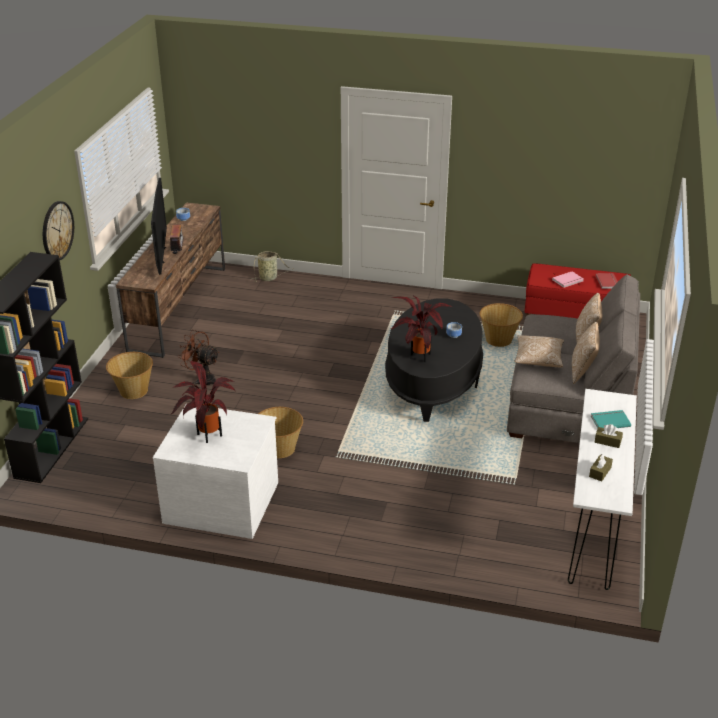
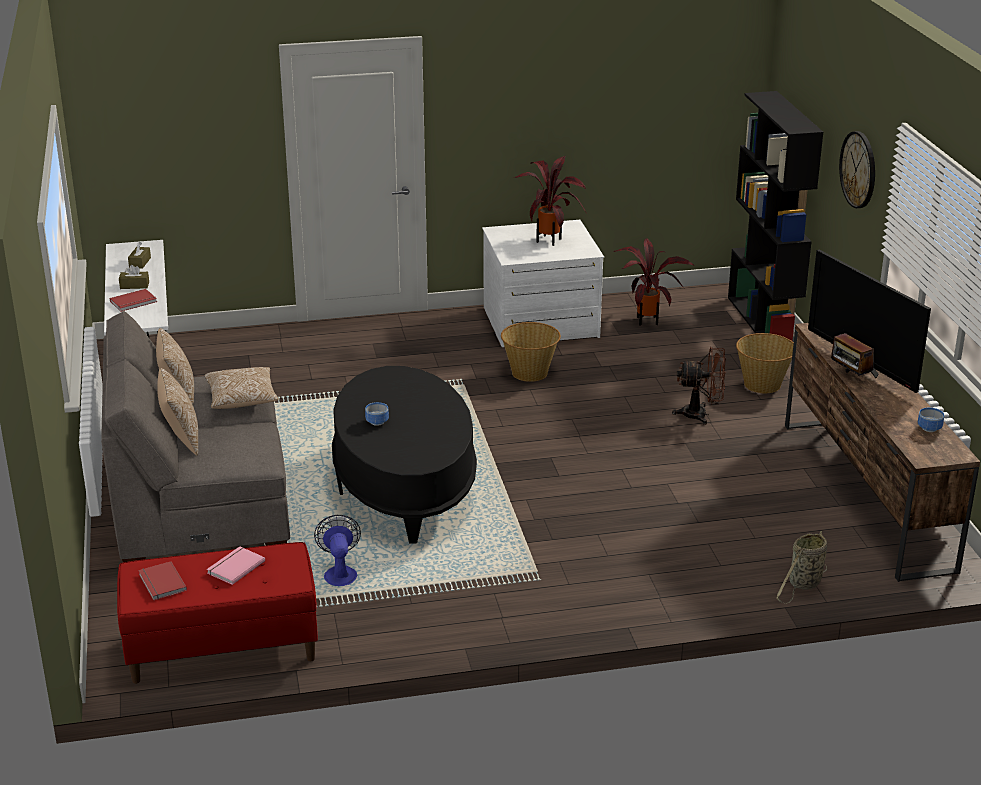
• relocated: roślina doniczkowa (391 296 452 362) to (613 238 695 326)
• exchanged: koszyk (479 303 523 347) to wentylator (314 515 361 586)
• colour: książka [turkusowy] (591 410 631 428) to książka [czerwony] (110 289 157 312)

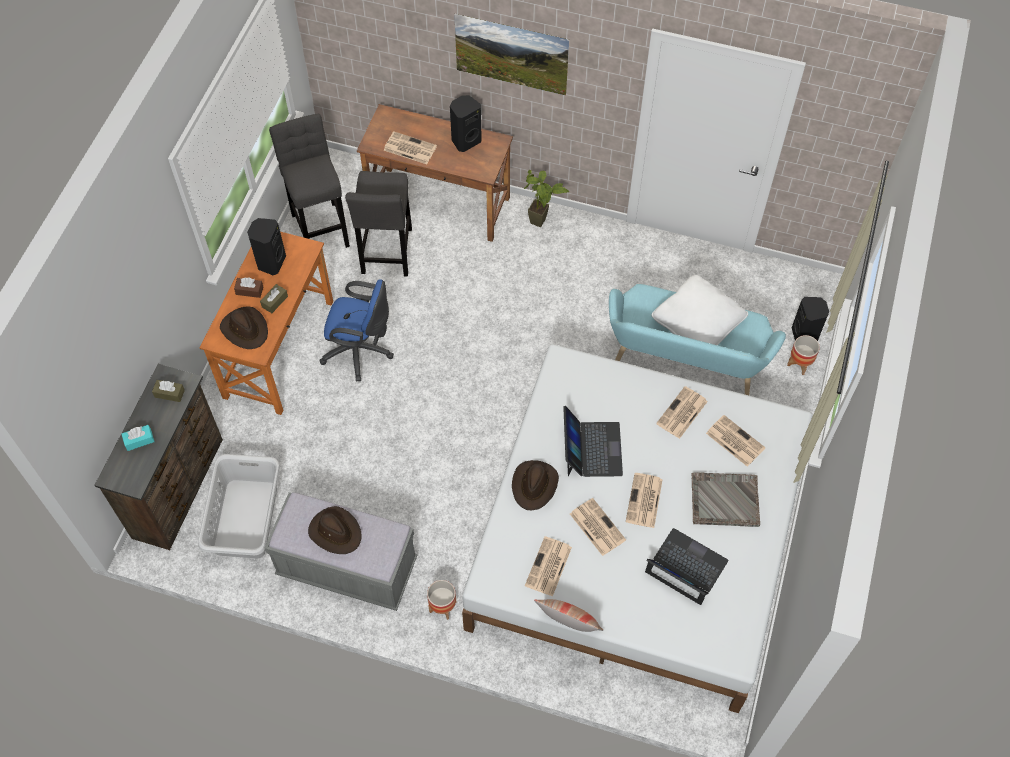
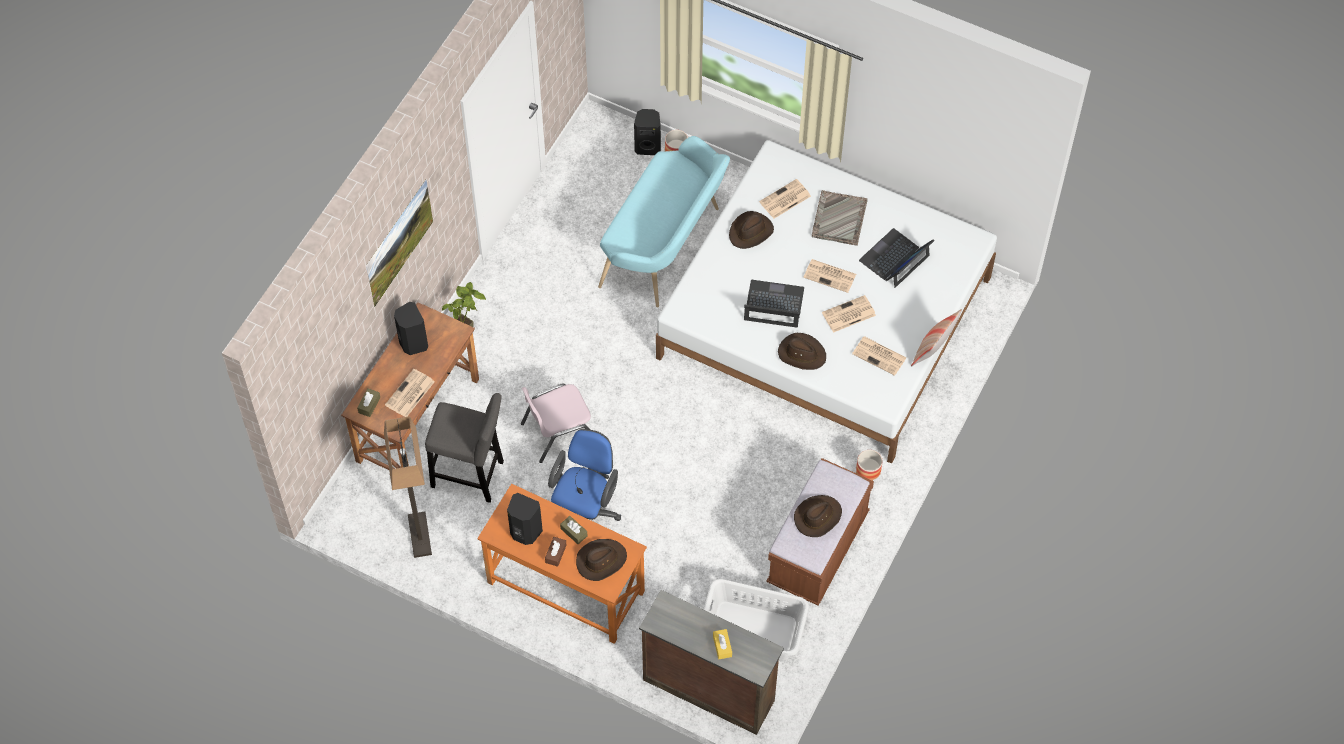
• missing: poduszka [biały] (652 275 748 345)
• appeared: krzesło [różowy] (521 384 591 463)
• relocated: pudełko chusteczek [brązowy] (152 380 185 402) to (357 388 380 417)
• exchanged: stołek [szary] (269 114 350 248) to lampa stojąca (384 416 432 558)
• exchanged: gazeta (656 386 708 439) to kapelusz [brązowy] (729 211 774 249)
• colour: pudełko chusteczek [turkusowy] (121 425 155 451) to pudełko chusteczek [żółty] (713 629 732 659)
• colour: ławka [szary] (265 492 417 611) to ławka [brązowy] (766 458 874 606)

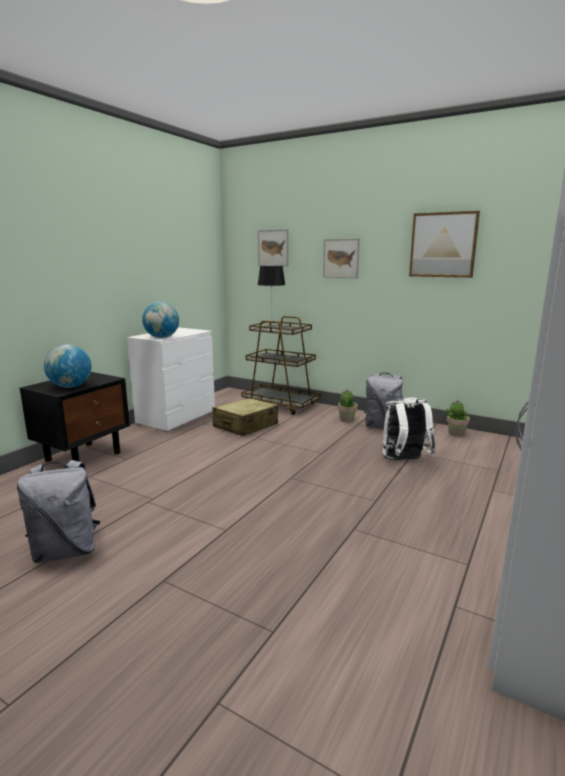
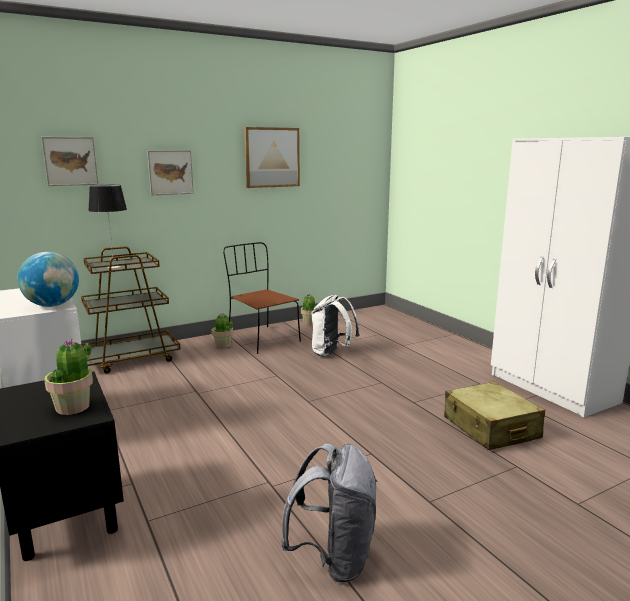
• relocated: walizka [beżowy] (212 398 278 436) to (444 382 545 450)
• exchanged: globus (44 344 91 388) to roślina doniczkowa (44 339 93 415)
• exchanged: plecak [szary] (364 373 403 429) to krzesło [brązowy] (223 242 301 354)

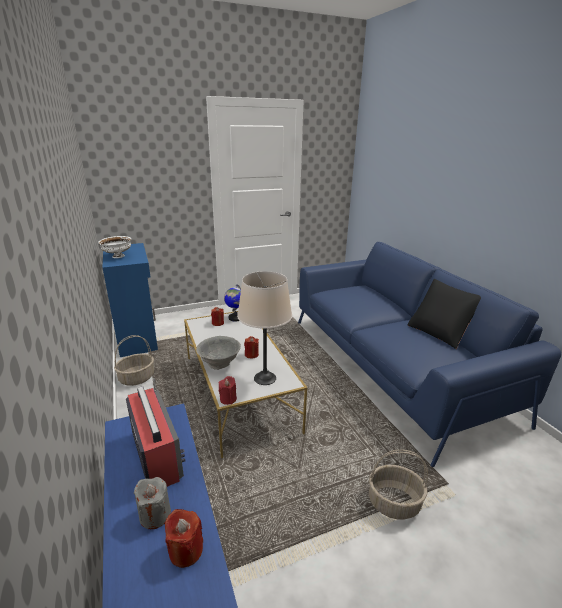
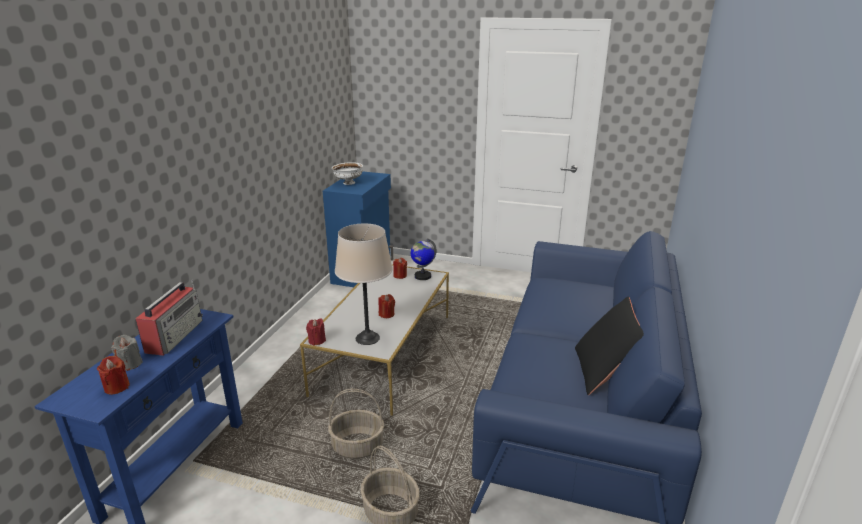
• missing: miska [szary] (196 336 241 370)
• relocated: koszyk (114 335 154 386) to (328 389 384 459)

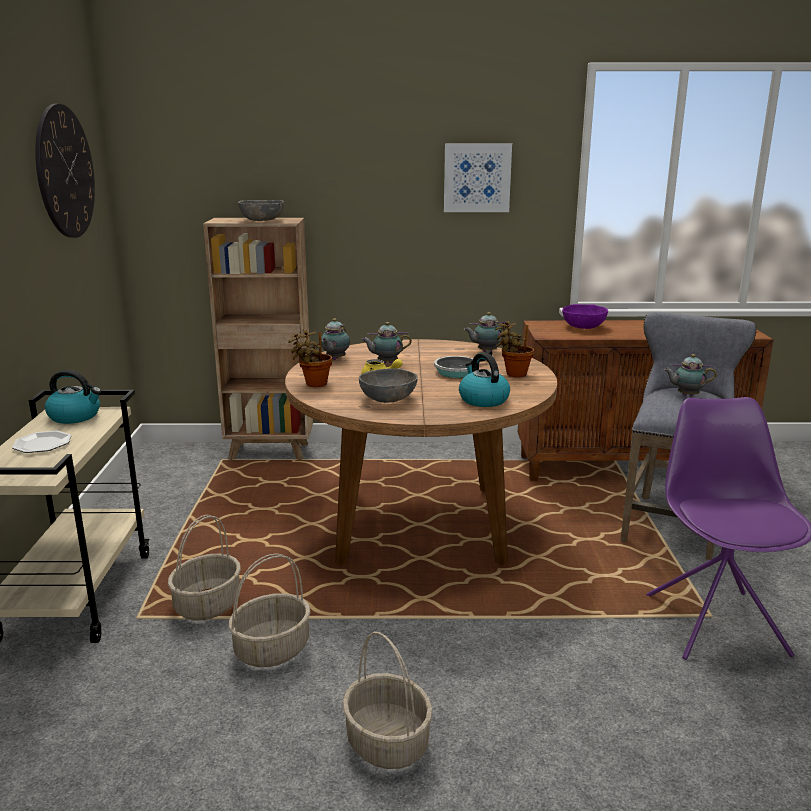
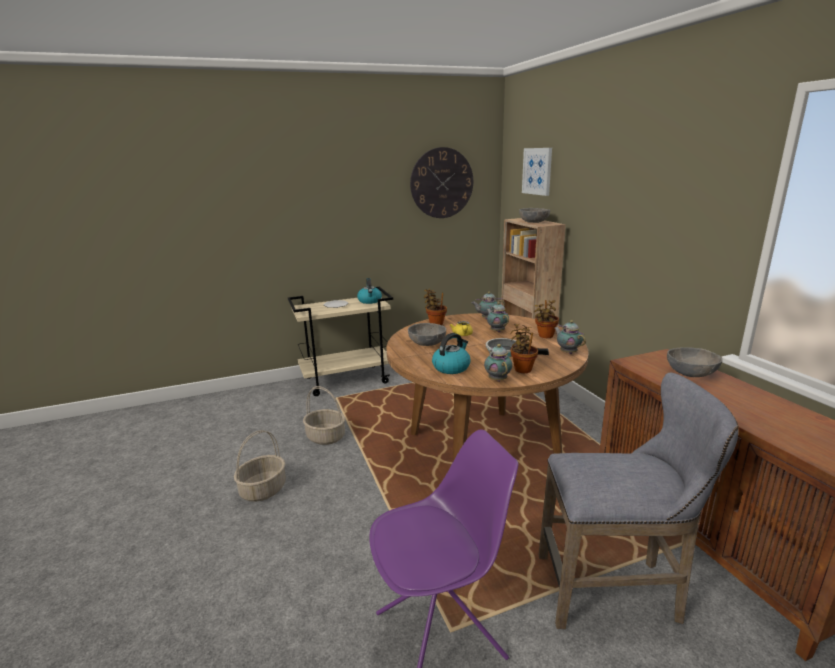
• missing: koszyk (168 515 241 621)
• appeared: roślina doniczkowa (534 300 559 338)
• relocated: obraz (444 143 512 212) to (522 148 552 196)
• relocated: imbryk (664 354 717 396) to (484 344 512 382)
• colour: miska [fioletowy] (562 304 608 329) to miska [szary] (667 347 723 377)

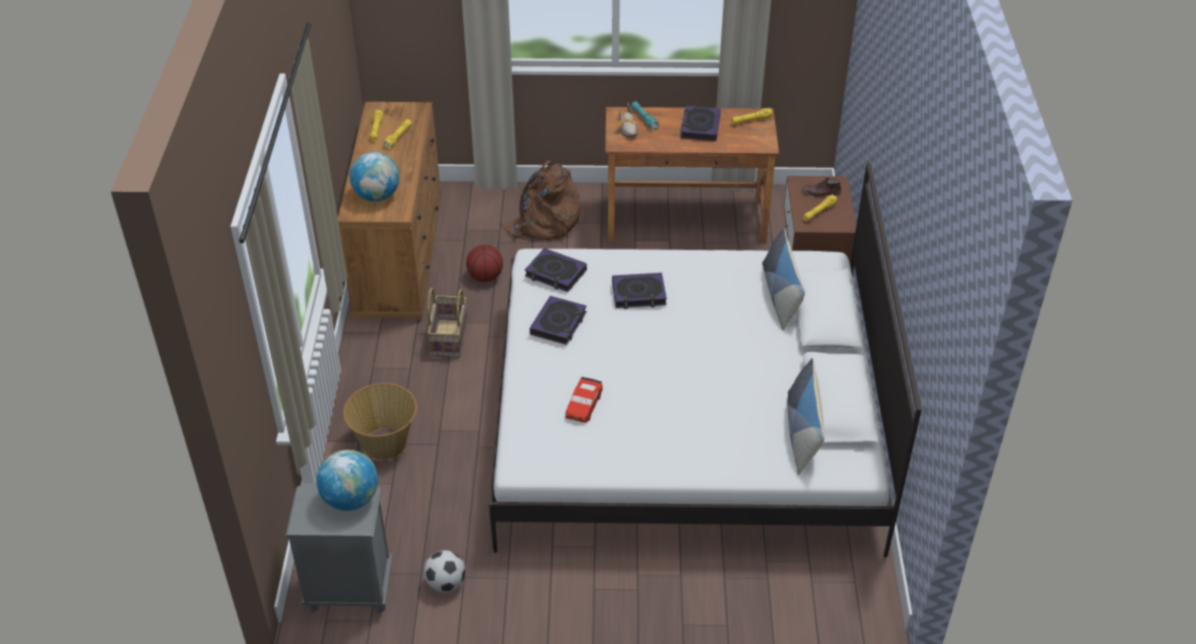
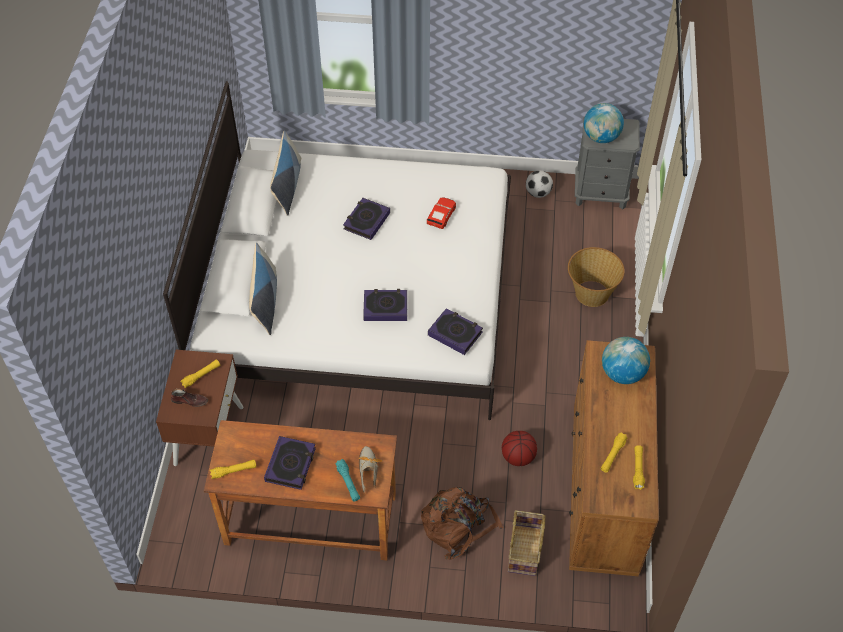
• relocated: koszyk (427 288 467 358) to (508 510 546 576)
• relocated: książka (530 296 587 345) to (343 198 390 240)

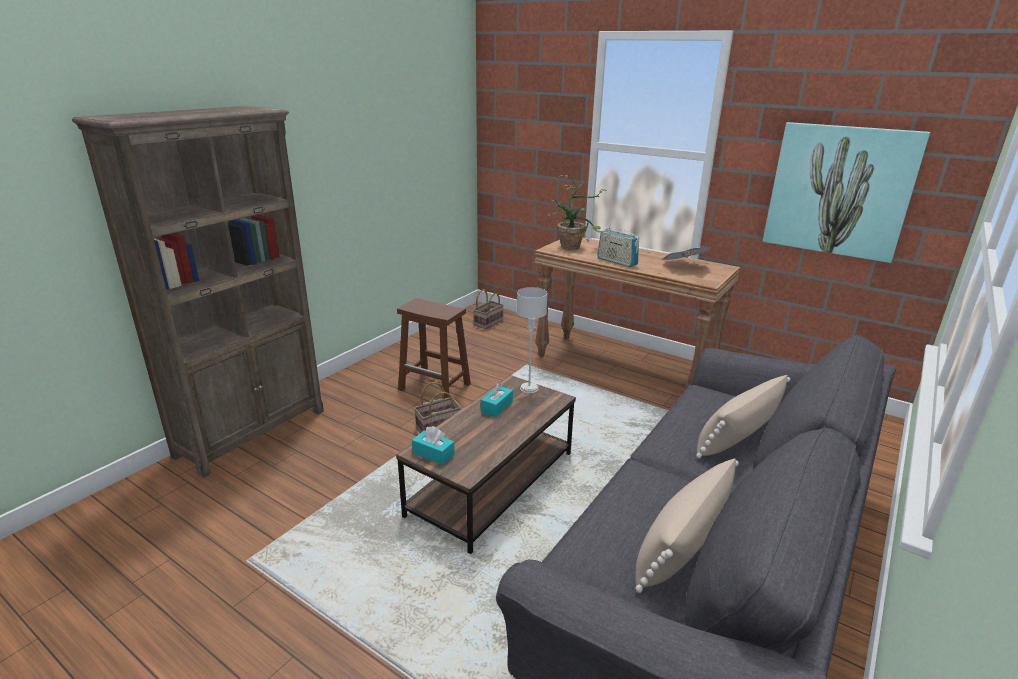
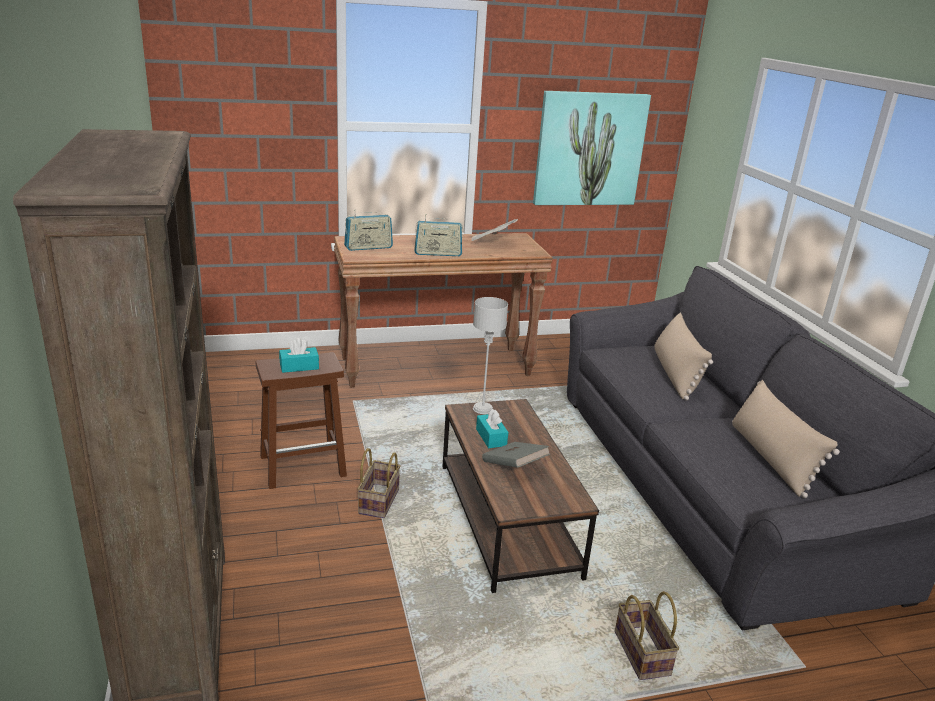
• appeared: książka [szary] (482 442 550 468)
• relocated: pudełko chusteczek [turkusowy] (412 426 455 465) to (279 338 319 373)
• relocated: koszyk (473 289 504 329) to (615 591 679 680)
• exchanged: roślina doniczkowa (548 175 606 250) to radio (344 212 393 251)

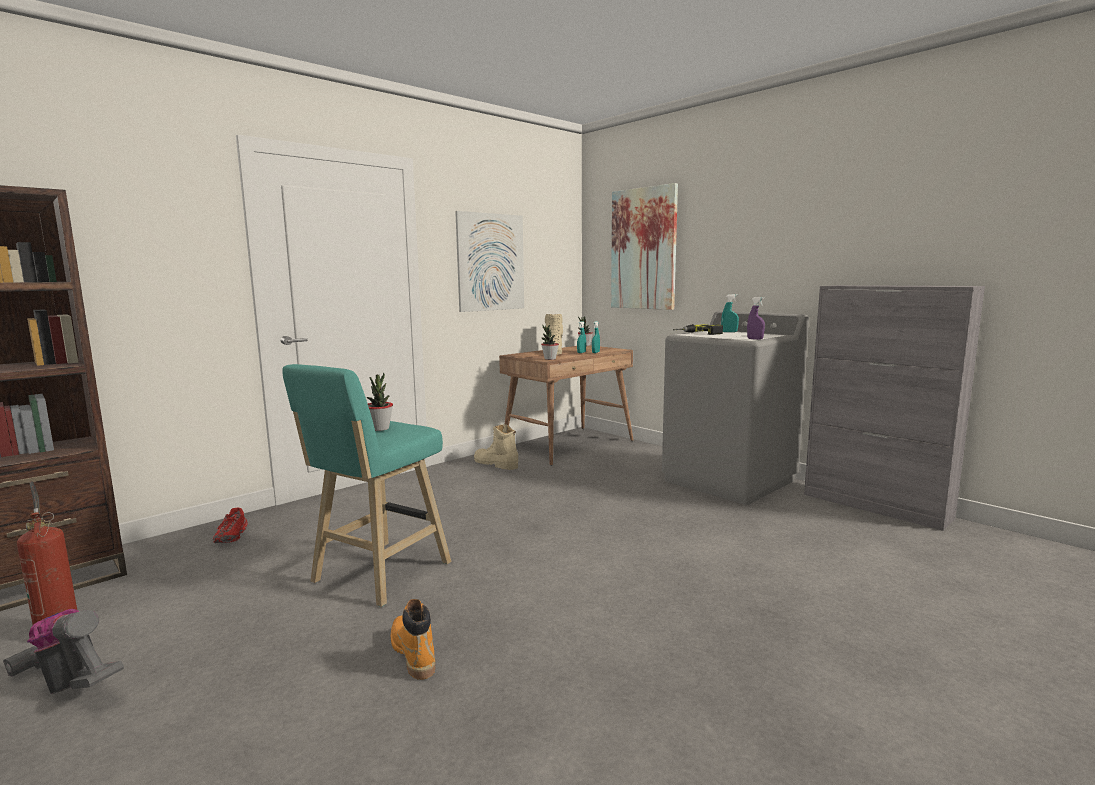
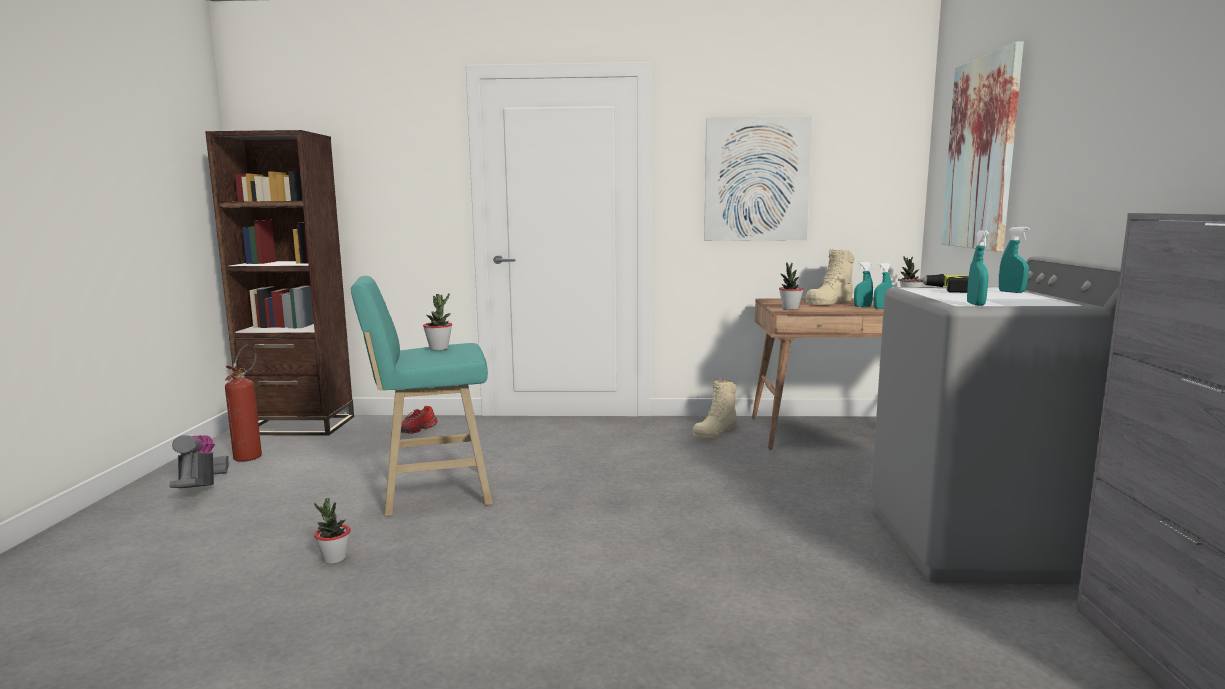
• exchanged: but z cholewką [pomarańczowy] (391 599 435 680) to roślina doniczkowa (314 498 351 564)
• colour: spryskiwacz [fioletowy] (747 297 765 340) to spryskiwacz [turkusowy] (967 231 989 306)
• spun: but z cholewką [beżowy] (474 424 518 470) = (693 379 737 440) 135 degrees counterclockwise

